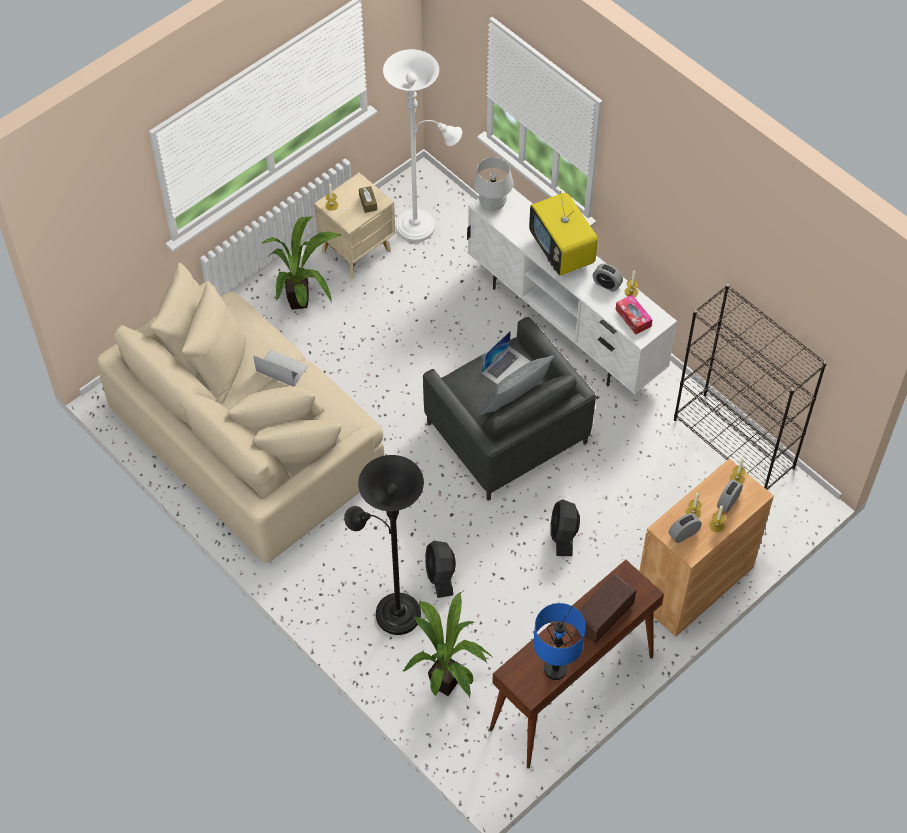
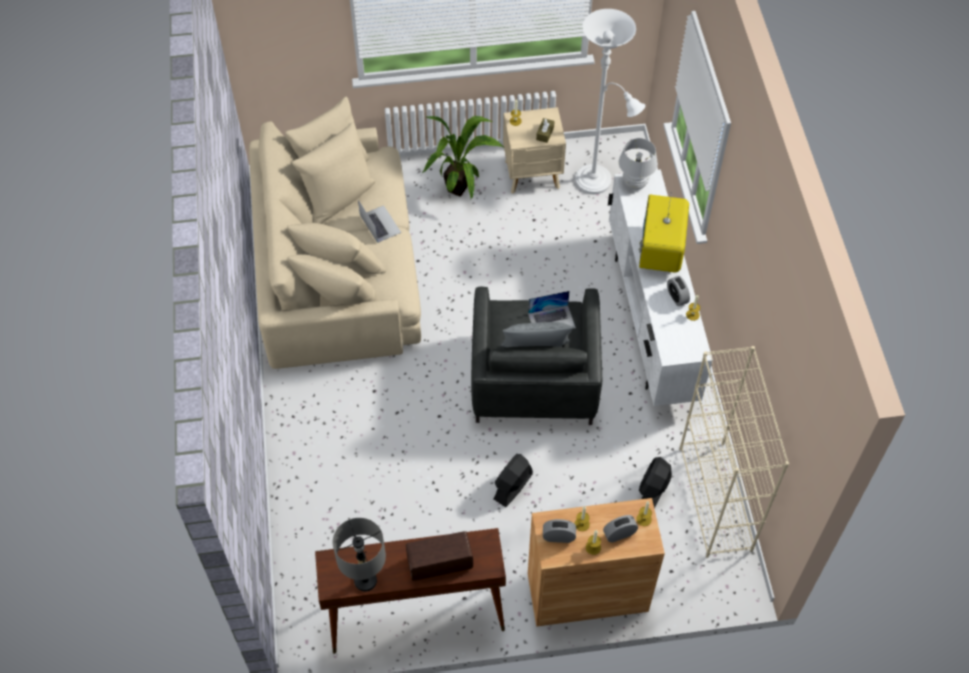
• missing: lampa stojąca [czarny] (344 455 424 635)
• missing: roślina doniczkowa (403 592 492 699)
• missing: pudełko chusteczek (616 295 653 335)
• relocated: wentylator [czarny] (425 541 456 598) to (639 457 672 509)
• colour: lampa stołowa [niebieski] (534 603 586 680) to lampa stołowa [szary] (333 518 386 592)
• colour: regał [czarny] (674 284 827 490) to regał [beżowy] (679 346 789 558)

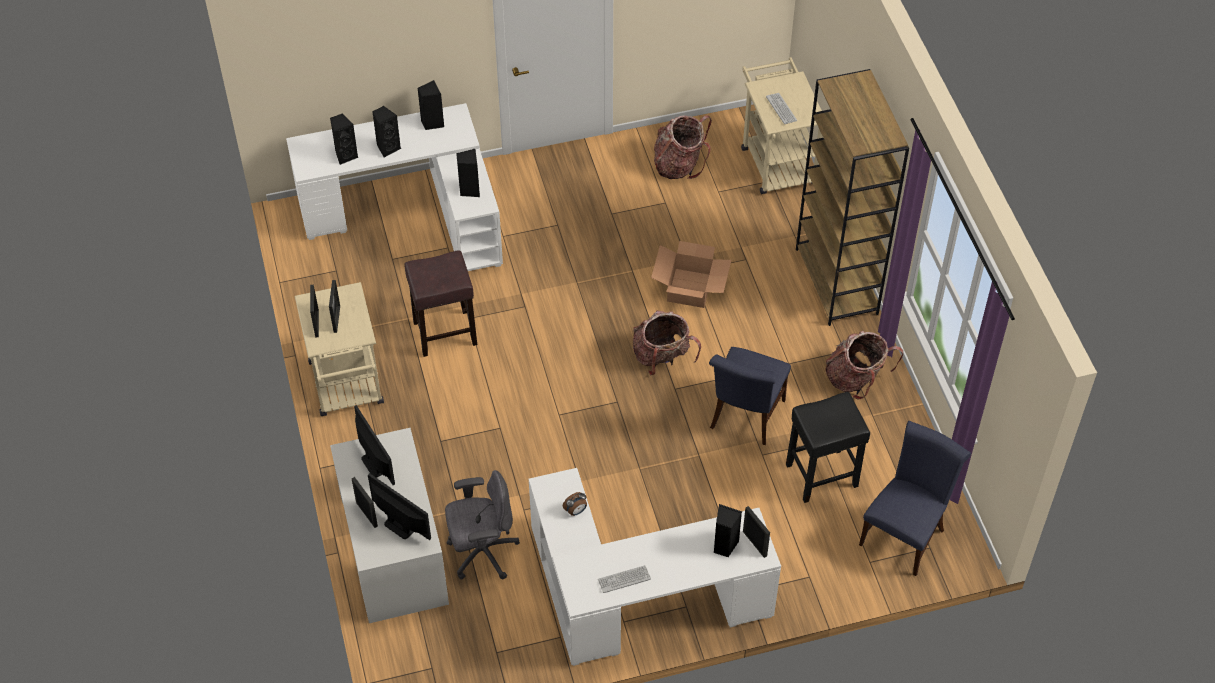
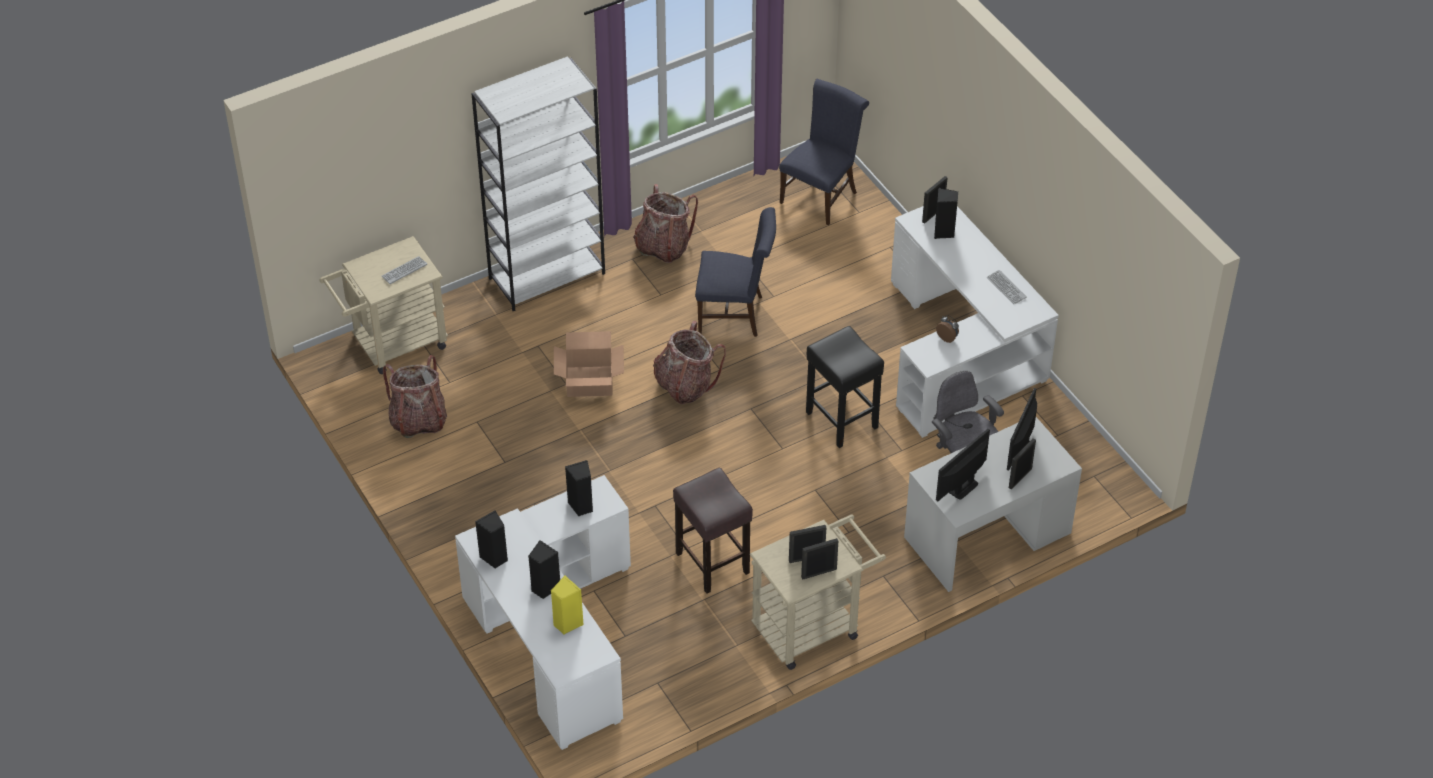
• relocated: stołek [czarny] (786 392 870 503) to (806 326 884 448)
• colour: głośnik [czarny] (330 113 359 165) to głośnik [żółty] (551 576 584 634)
• colour: regał [brązowy] (796 69 909 326) to regał [biały] (471 56 605 311)
• spun: krzesło [niebieski] (859 421 971 576) = (779 79 869 225) 105 degrees clockwise

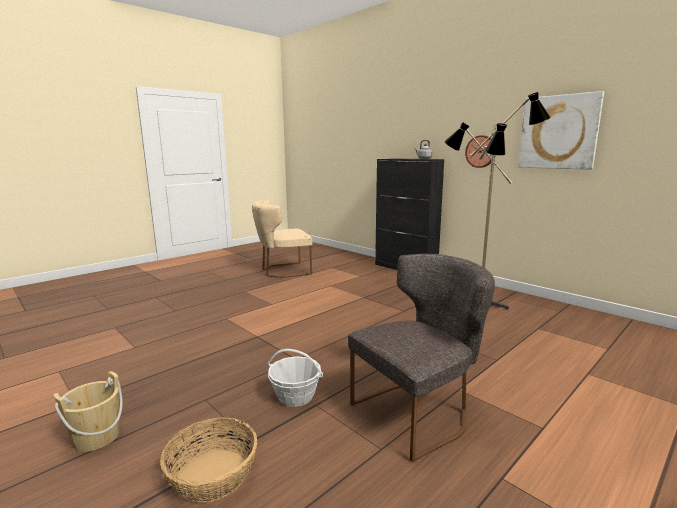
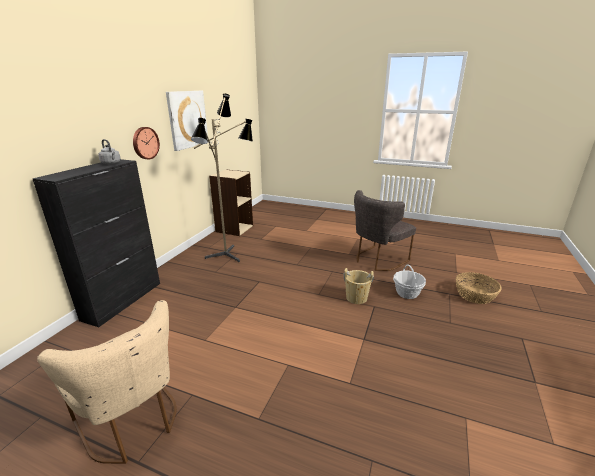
• appeared: regał [beżowy] (209 169 253 236)
• relocated: wiadro [beżowy] (53 371 123 452) to (343 268 374 304)
• spun: krzesło [szary] (348 254 495 462) = (354 190 416 271) 75 degrees counterclockwise

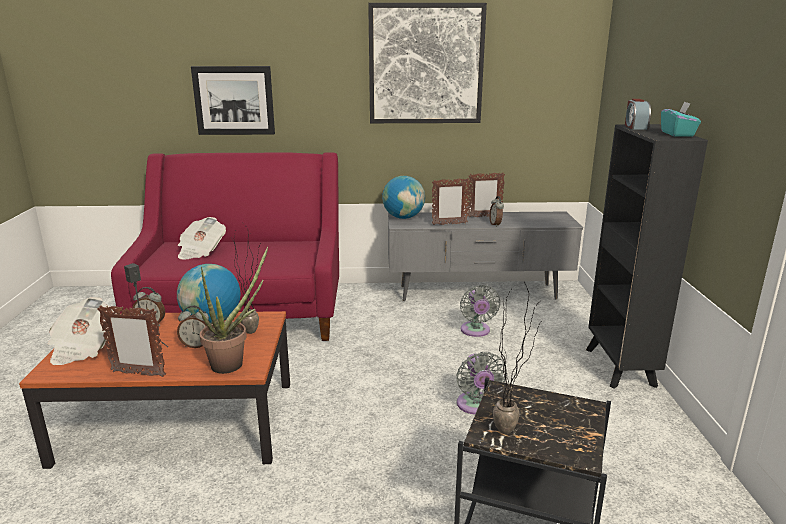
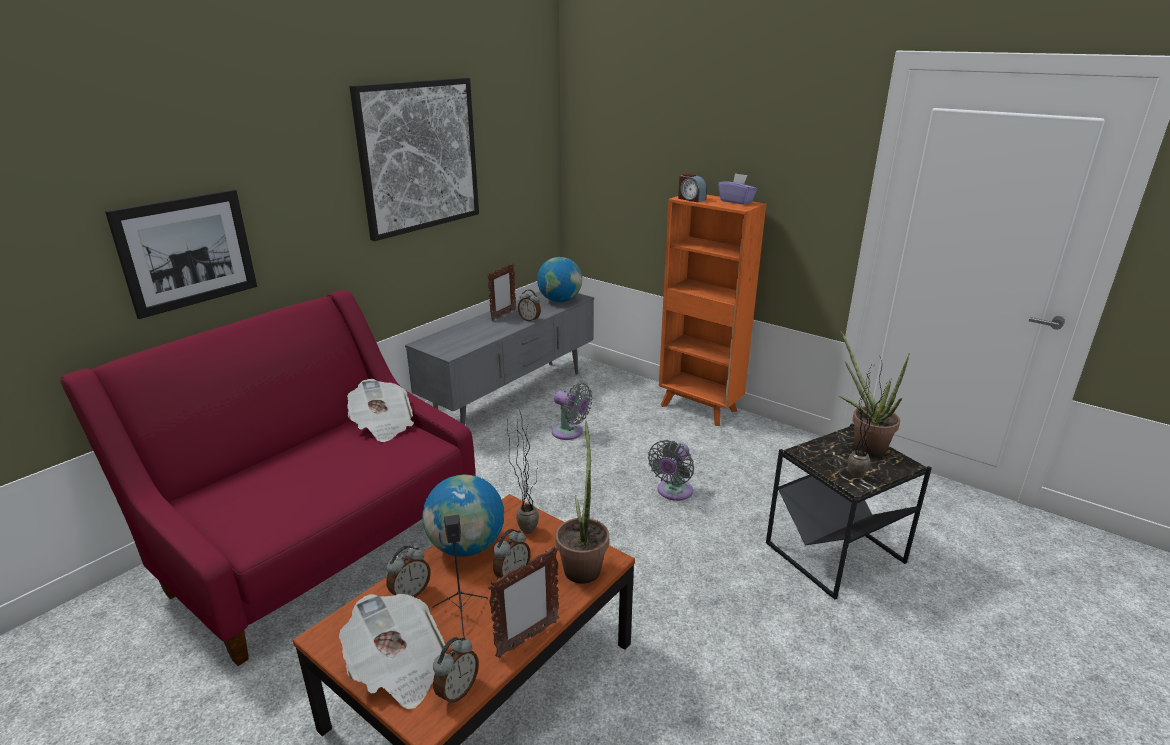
• missing: ramka na zdjęcie (432 178 470 225)
• appeared: budzik (433 637 479 705)
• appeared: roślina doniczkowa (839 331 910 457)
• relocated: gazeta (178 217 226 260) to (347 379 414 442)
• relocated: globus (382 176 425 219) to (537 257 582 302)
• colour: regał [czarny] (586 124 708 389) to regał [pomarańczowy] (659 195 766 426)
• colour: pudełko chusteczek [turkusowy] (661 102 701 137) to pudełko chusteczek [fioletowy] (718 173 758 205)
• spun: wentylator [szary] (456 352 507 415) = (648 440 694 501) 90 degrees clockwise

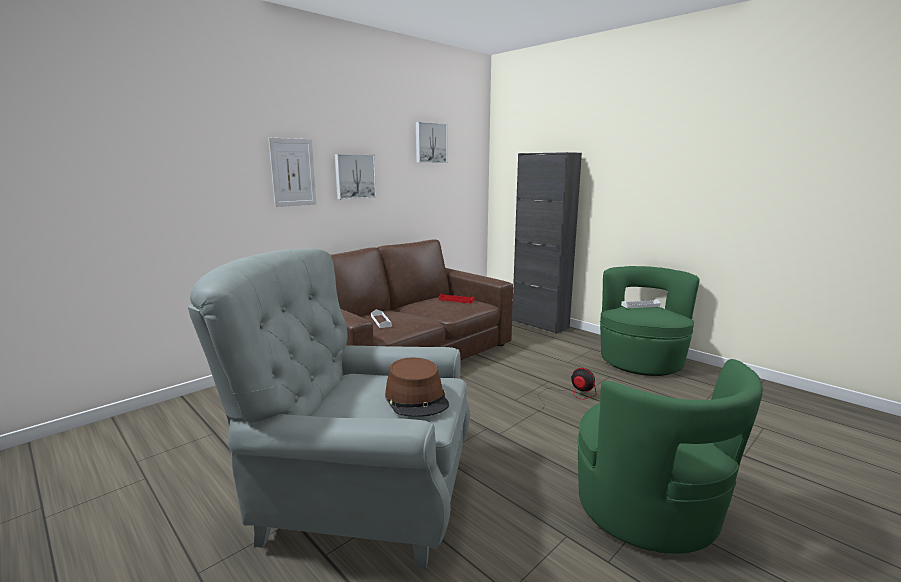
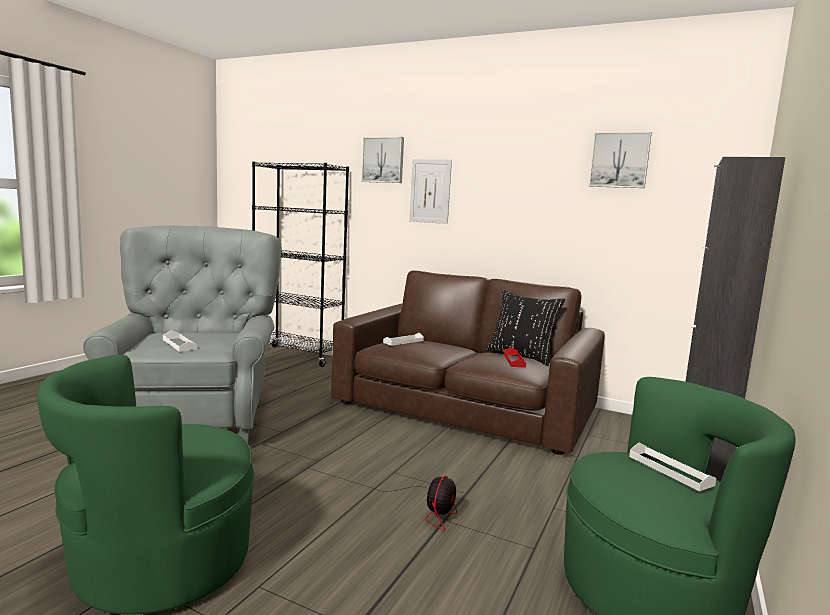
• appeared: regał [czarny] (252 162 349 367)
• appeared: poduszka [czarny] (486 290 565 366)
• relocated: obraz (335 154 376 200) to (362 137 404 183)
• exchanged: kapelusz [brązowy] (385 358 449 417) to taca [biały] (163 330 197 352)

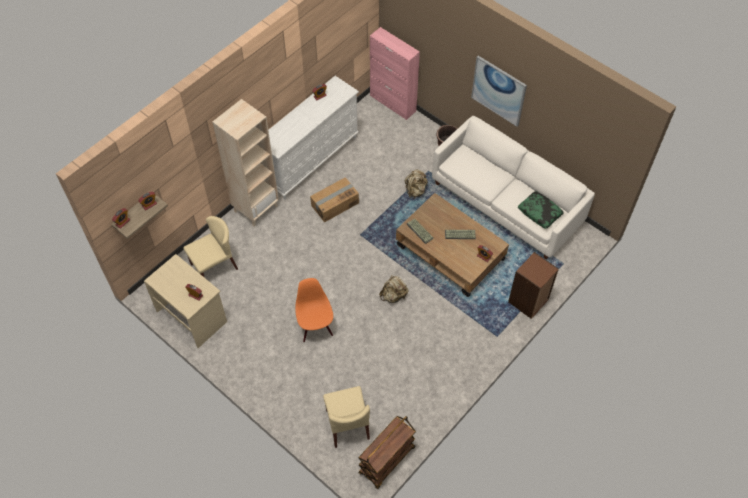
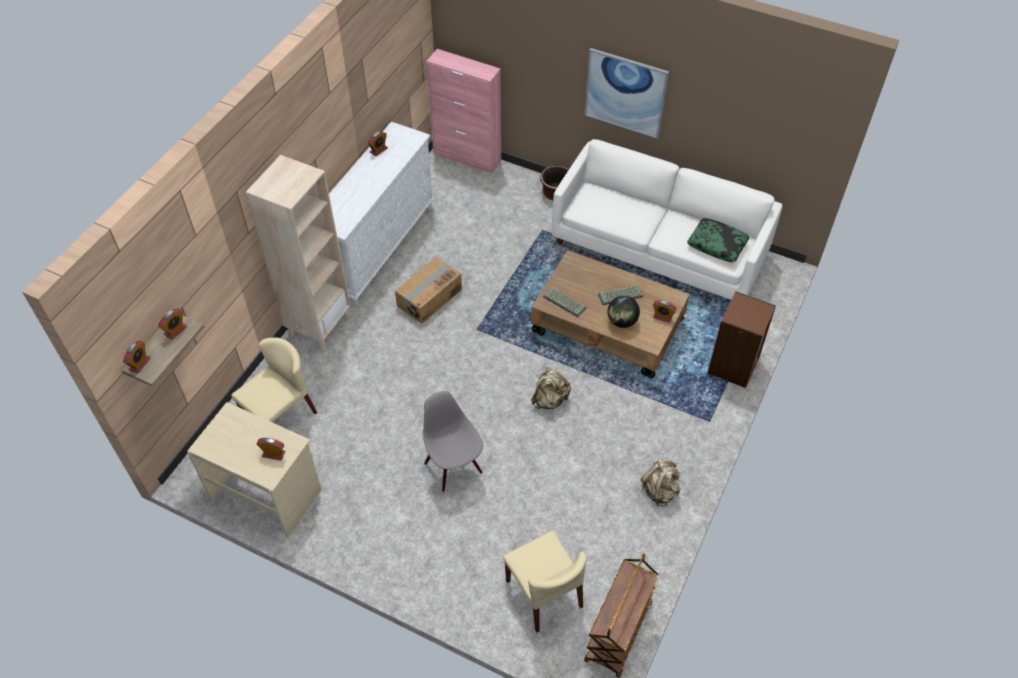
• appeared: globus (607 296 640 328)
• relocated: plecak [beżowy] (405 169 428 199) to (640 458 680 507)
• colour: krzesło [pomarańczowy] (295 278 333 342) to krzesło [szary] (423 391 483 492)

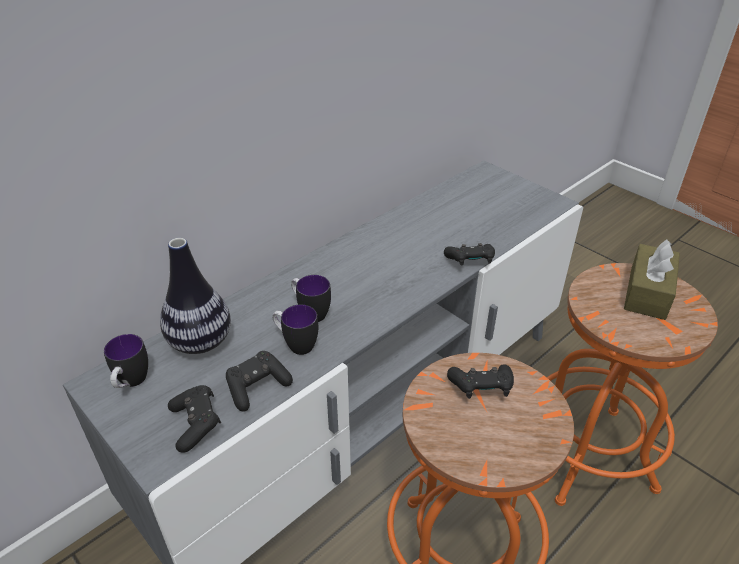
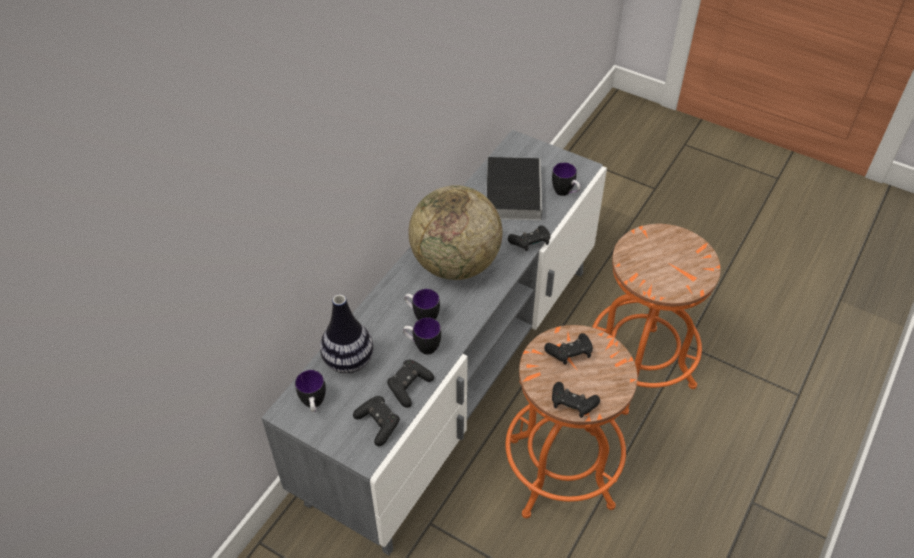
• missing: pudełko chusteczek [brązowy] (624 239 680 320)
• appeared: globus (408 185 502 280)
• appeared: książka (487 157 542 220)
• appeared: kubek (552 162 581 196)
• appeared: pad do gier [czarny] (552 382 600 418)

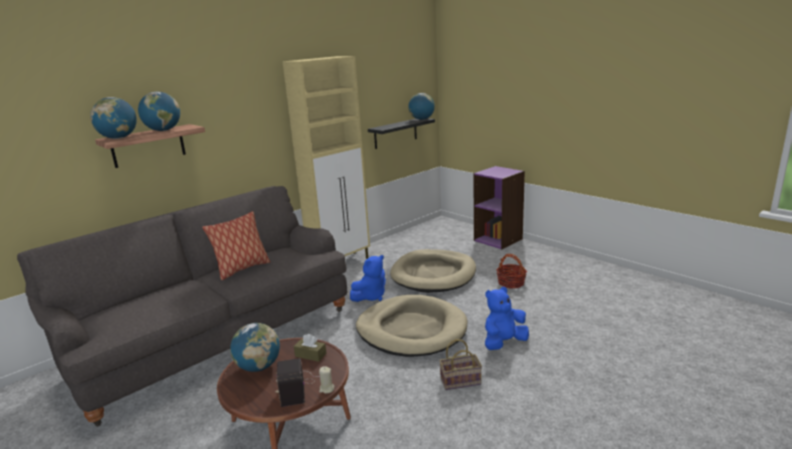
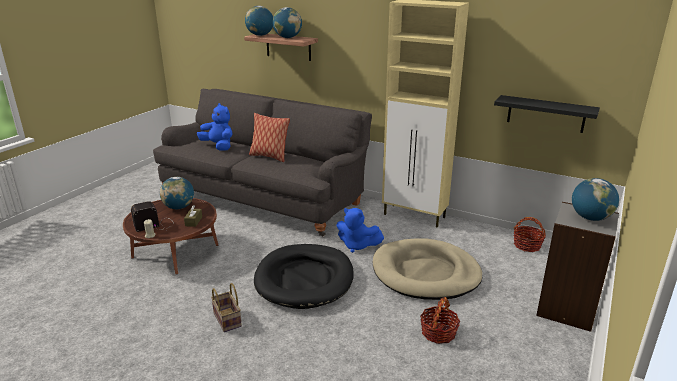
• appeared: koszyk (514 217 546 252)
• relocated: globus (408 93 435 120) to (572 178 619 221)
• relocated: pluszak [niebieski] (485 287 529 350) to (197 103 233 151)
• colour: legowisko [beżowy] (356 295 468 357) to legowisko [czarny] (254 244 354 309)
• colour: regał [fioletowy] (474 166 525 249) to regał [szary] (536 202 619 332)

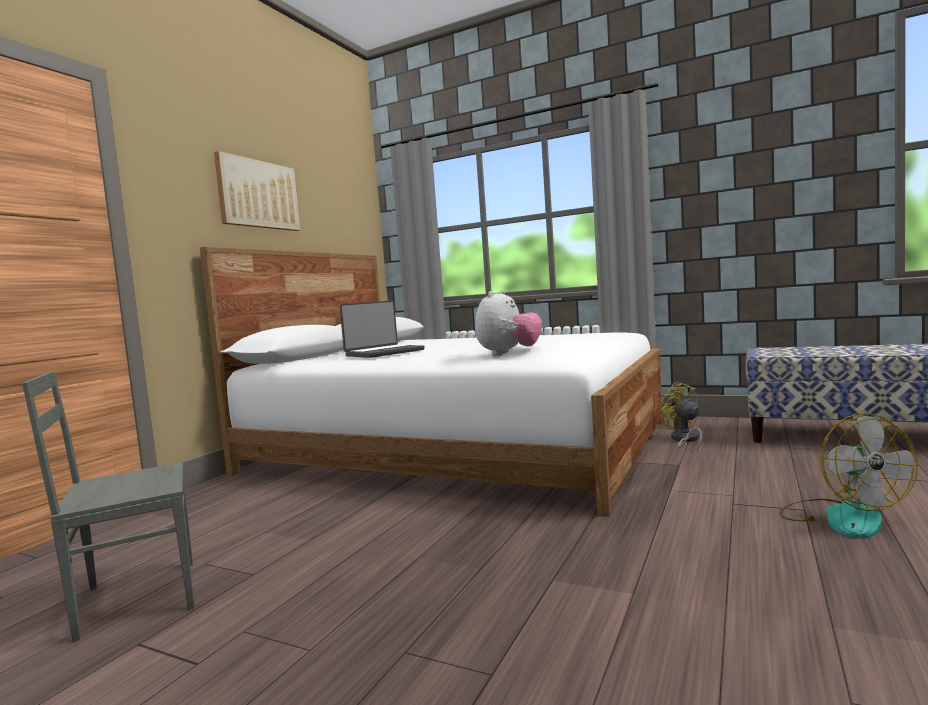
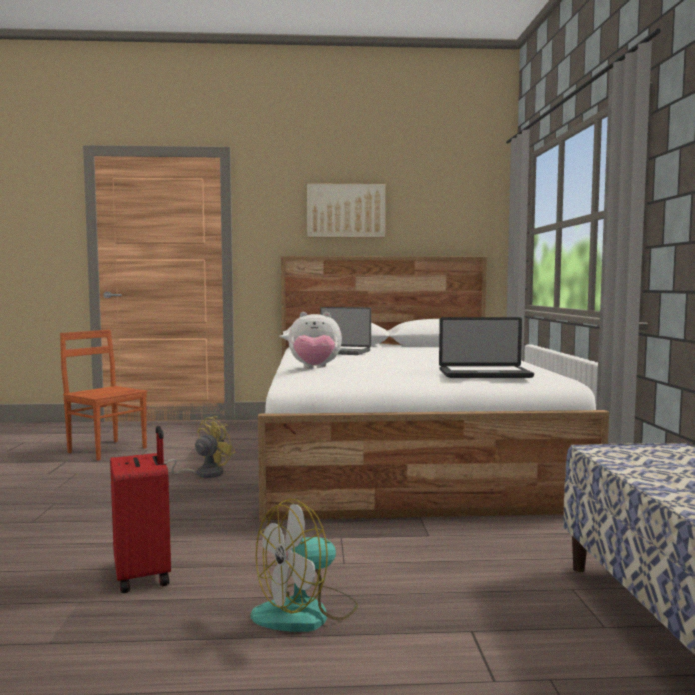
• appeared: walizka [czerwony] (110 426 171 593)
• appeared: laptop (439 317 534 378)
• relocated: wentylator [żółty] (659 382 702 451) to (164 416 236 478)
• colour: krzesło [szary] (22 371 194 642) to krzesło [brązowy] (60 330 147 461)

